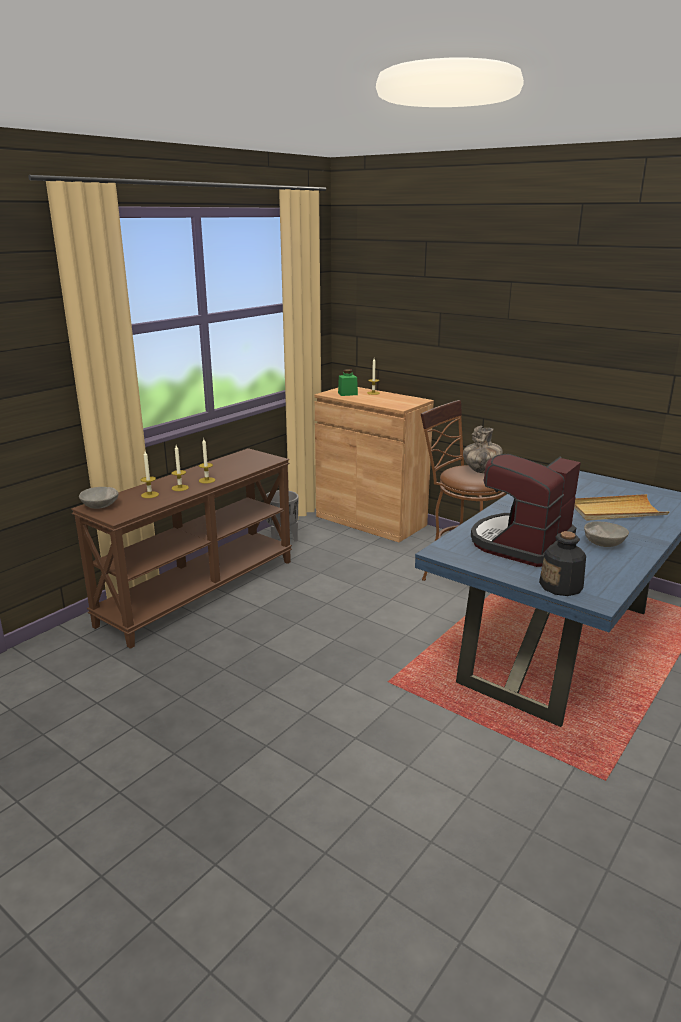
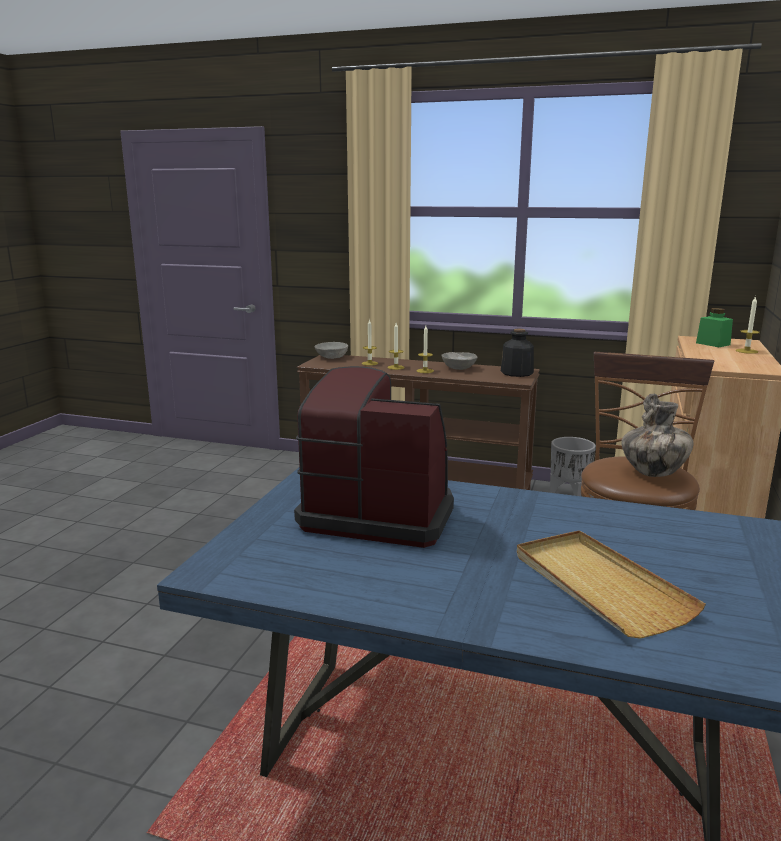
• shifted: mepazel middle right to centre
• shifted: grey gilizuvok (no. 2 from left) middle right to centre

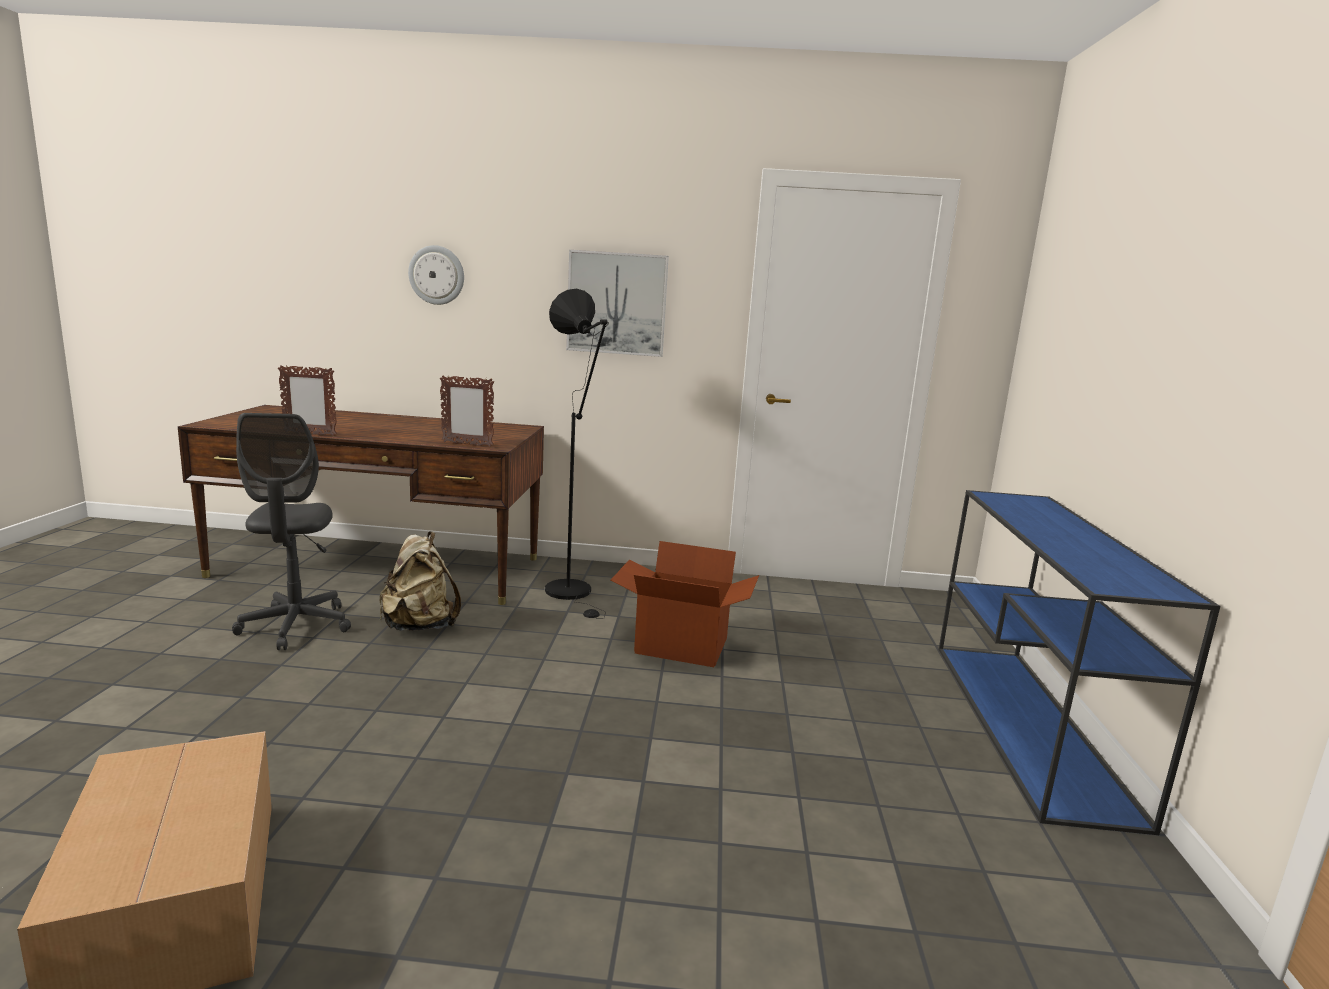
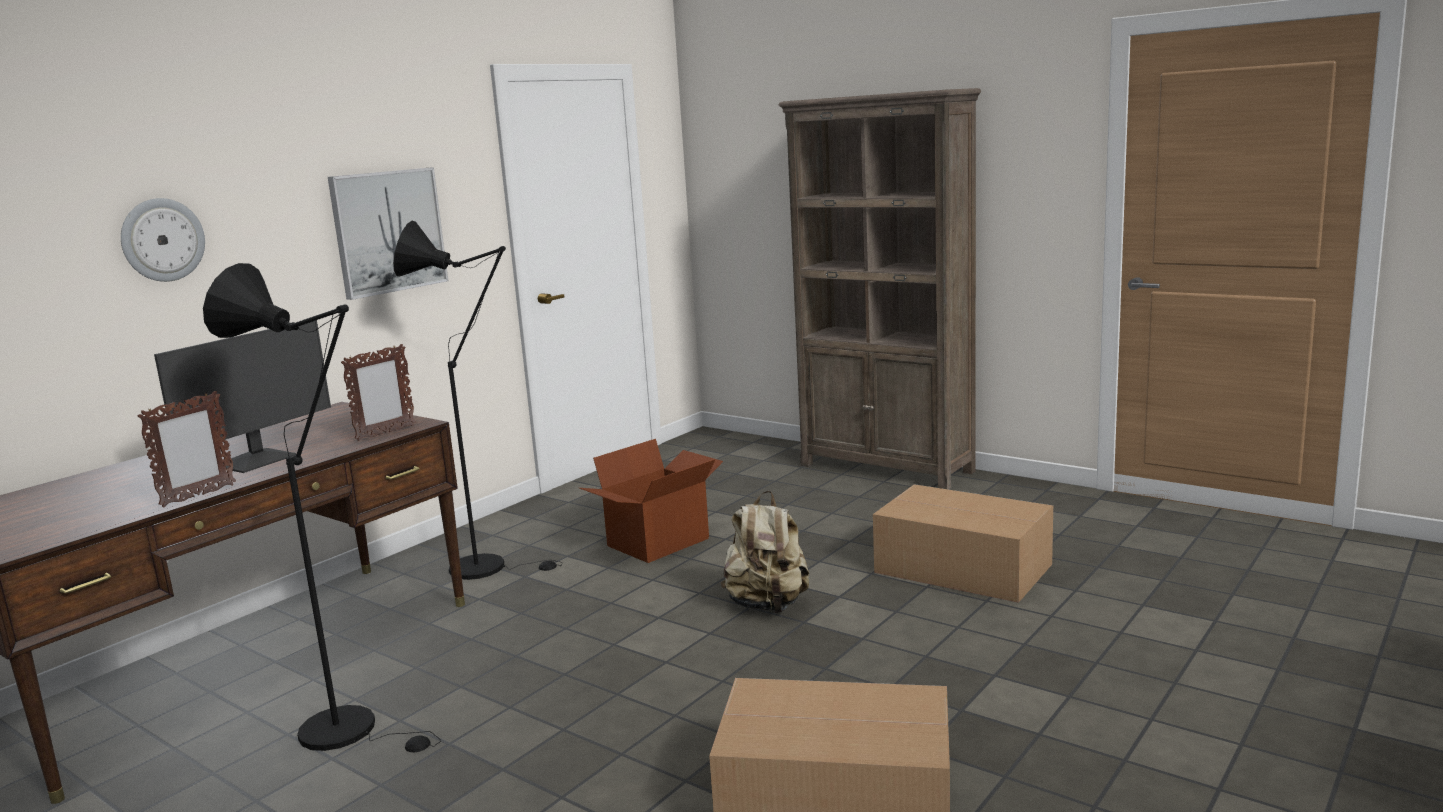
• new: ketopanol middle left
• new: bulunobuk (no. 3 from left) bottom right
• shifted: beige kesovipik middle left to bottom centre
• swapped: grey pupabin middle left to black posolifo (no. 1 from left) middle left
• swapped: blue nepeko bottom right to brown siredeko centre

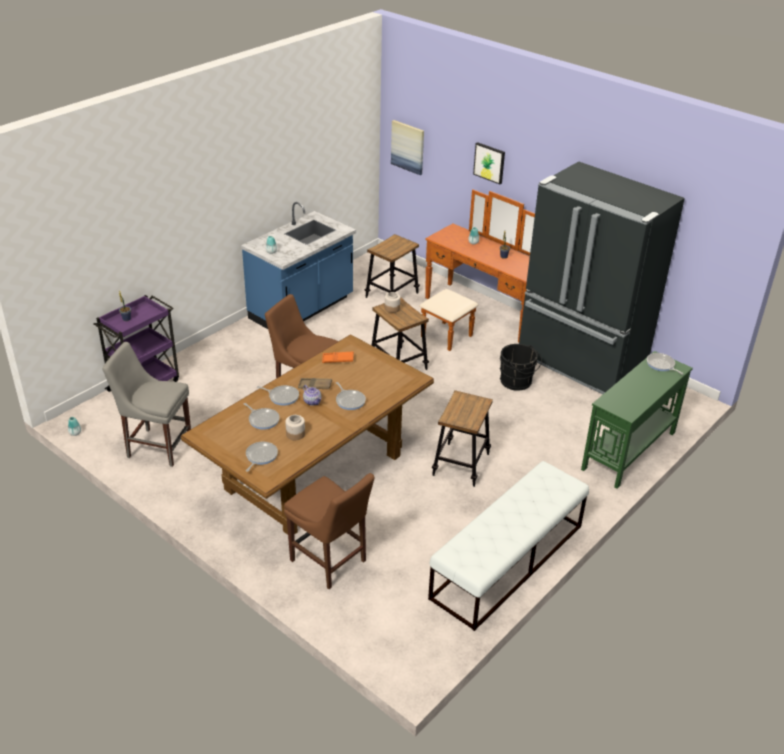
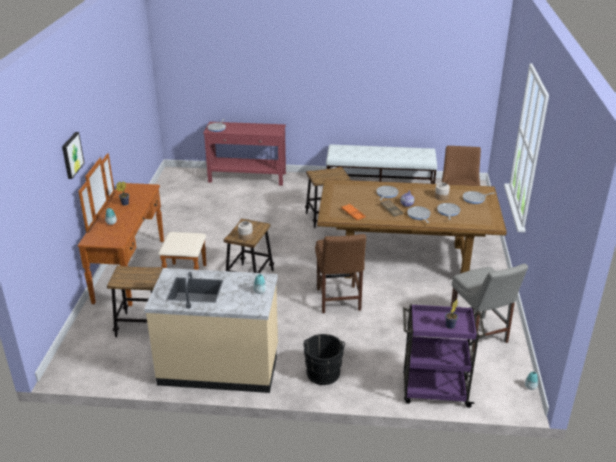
• gone: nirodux (no. 1 from left) top centre
• gone: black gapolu middle right
• shifted: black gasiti centre to bottom centre
• repainted: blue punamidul centre to beige punamidul bottom centre
• repainted: green nepeko middle right to red nepeko centre

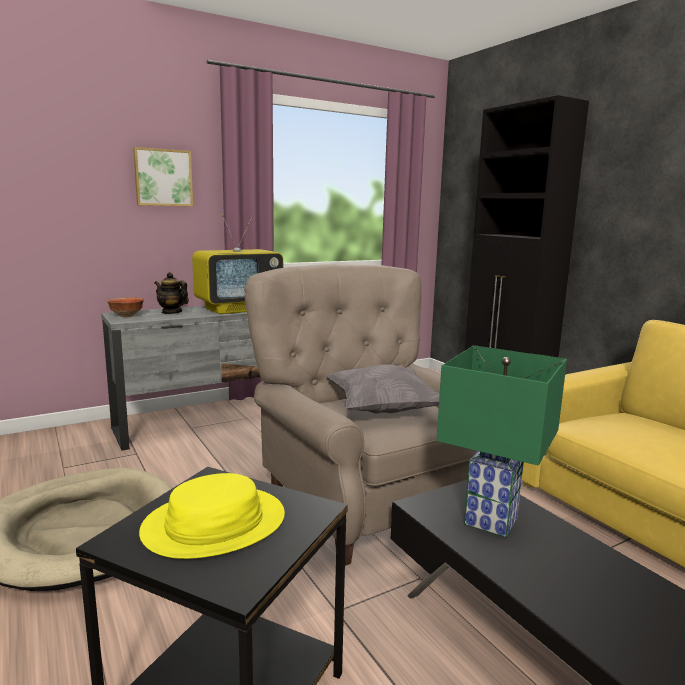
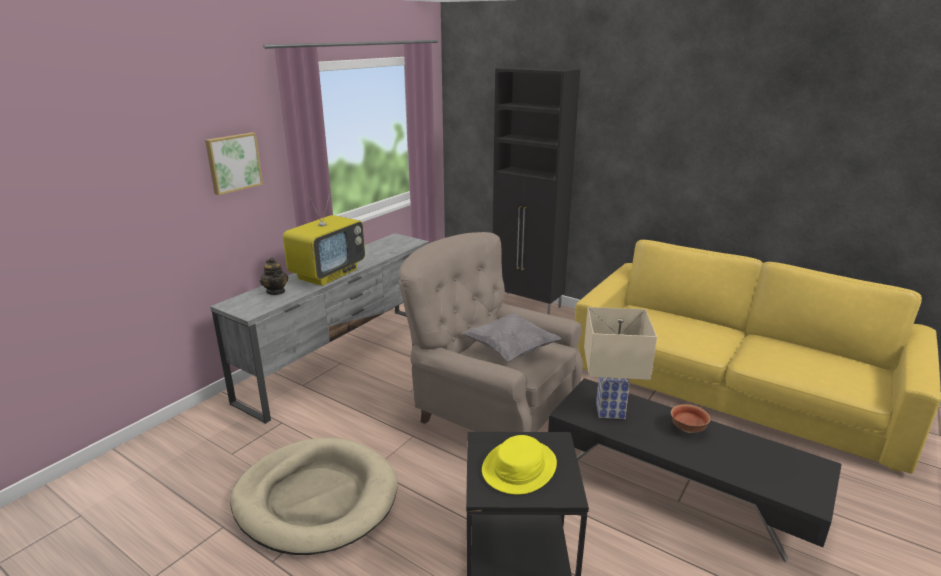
• shifted: gilizuvok middle left to bottom right
• repainted: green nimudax middle right to beige nimudax centre
• rotated: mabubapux middle left = middle left 120 degrees counterclockwise

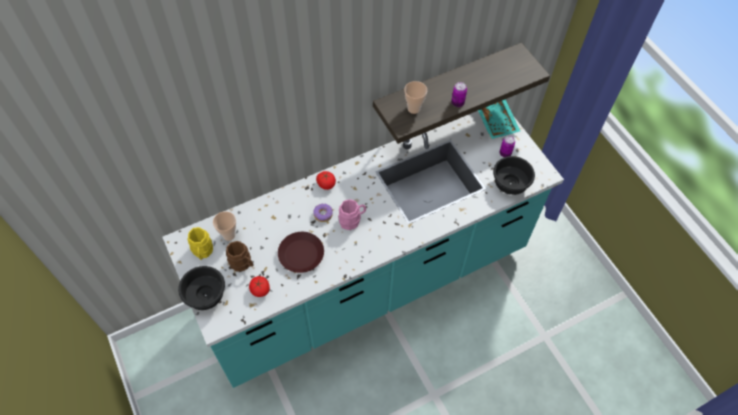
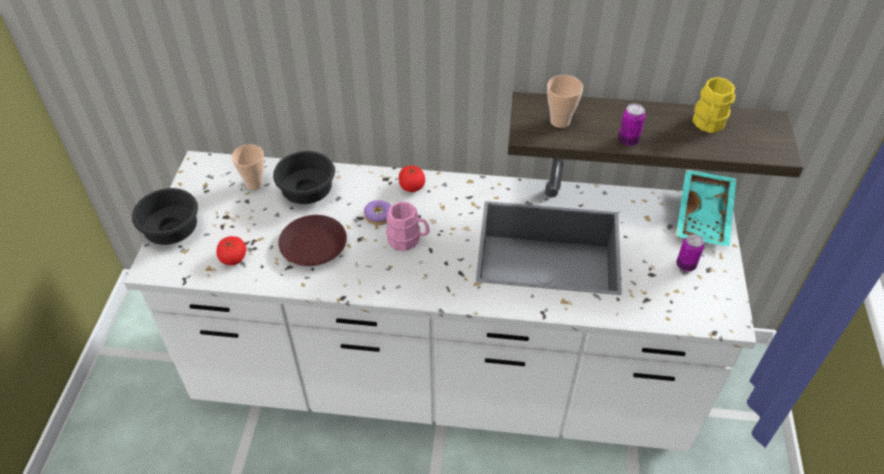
• gone: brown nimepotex middle left
• shifted: yellow nimepotex middle left to top right
• shifted: black gilizuvok (no. 2 from left) middle right to centre
• repainted: turquoise punamidul centre to white punamidul centre

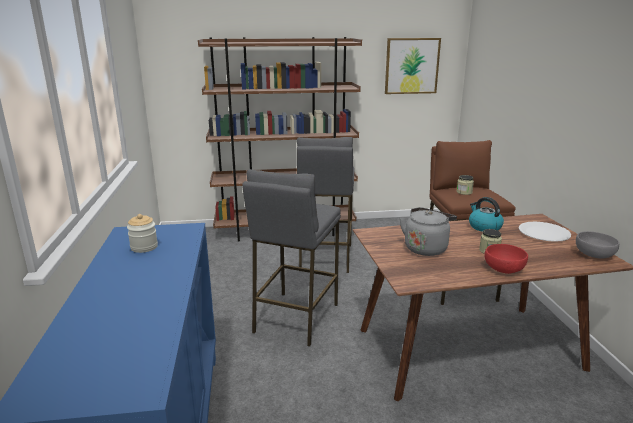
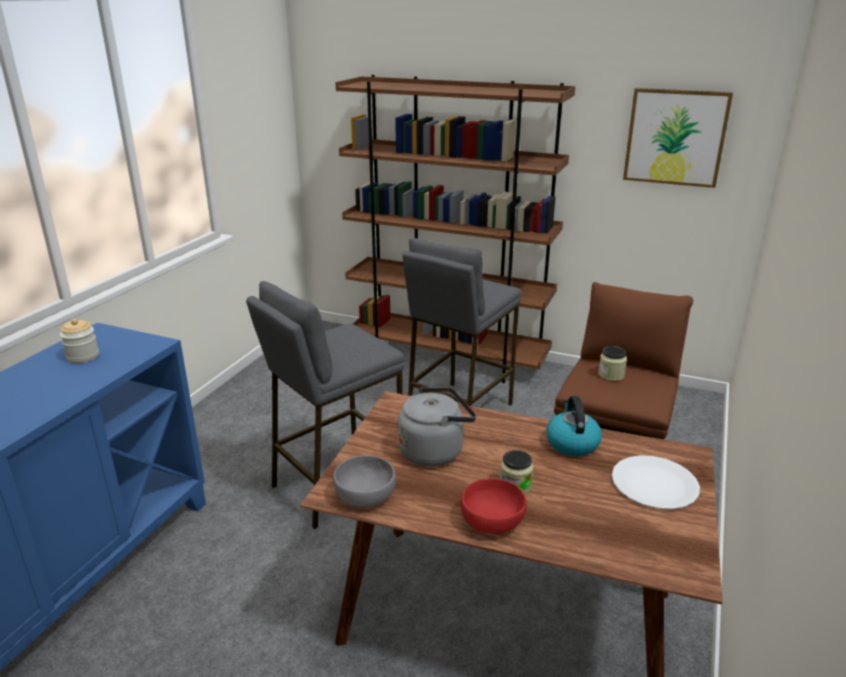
• shifted: grey gilizuvok middle right to bottom centre

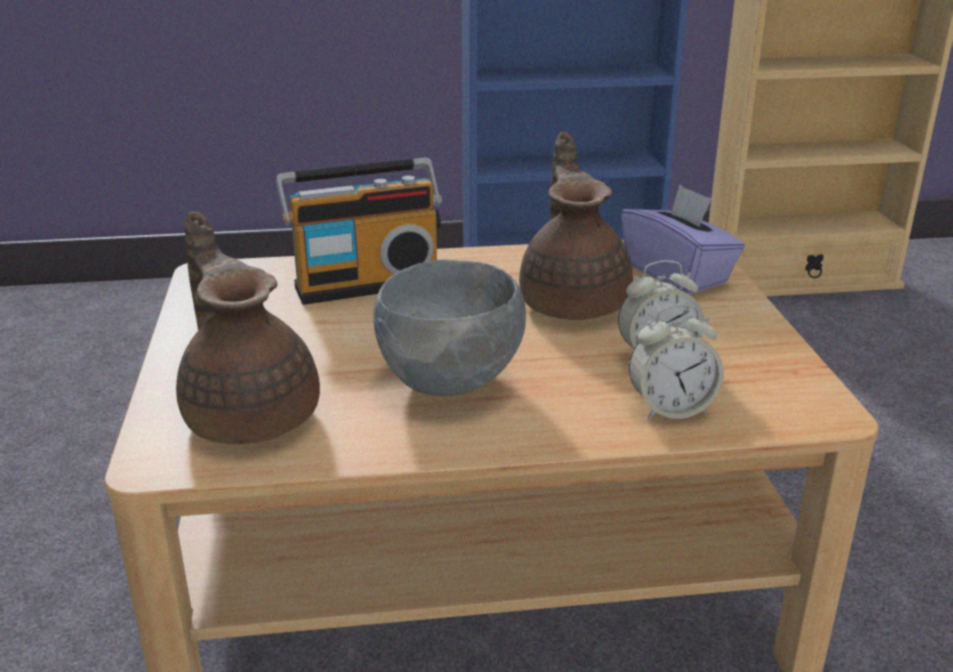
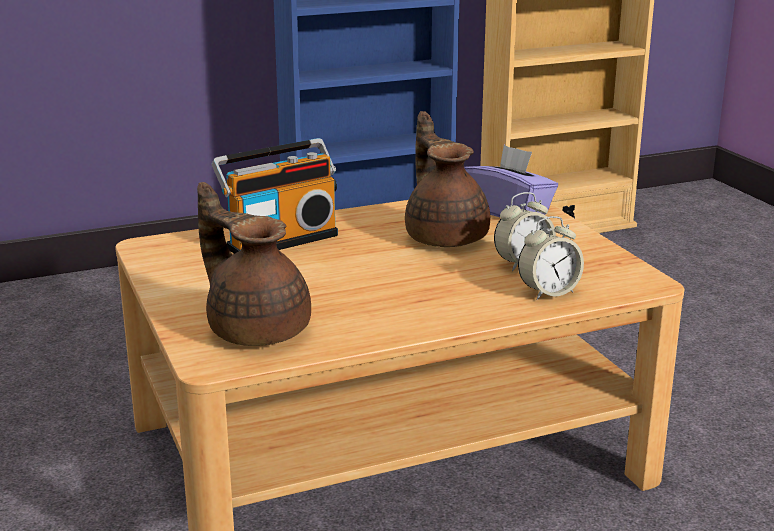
• gone: grey gilizuvok centre

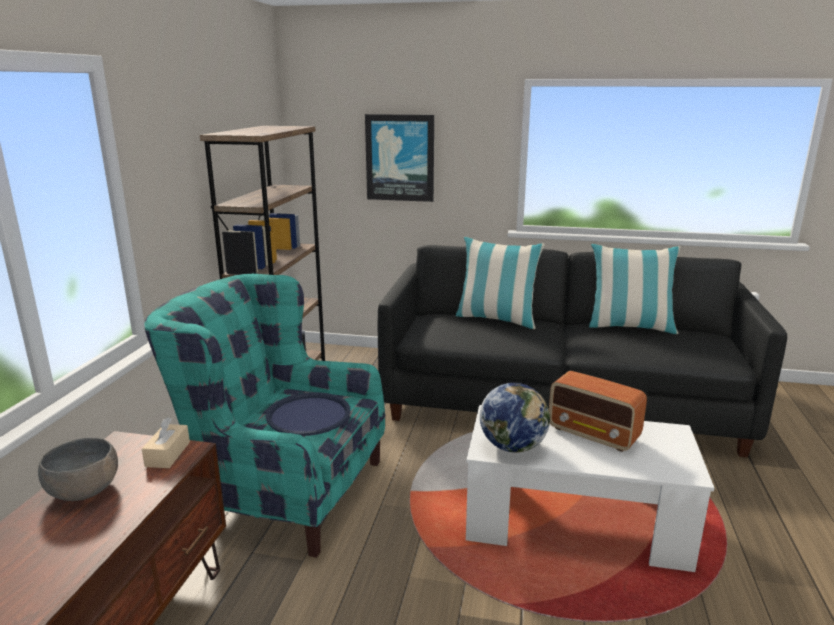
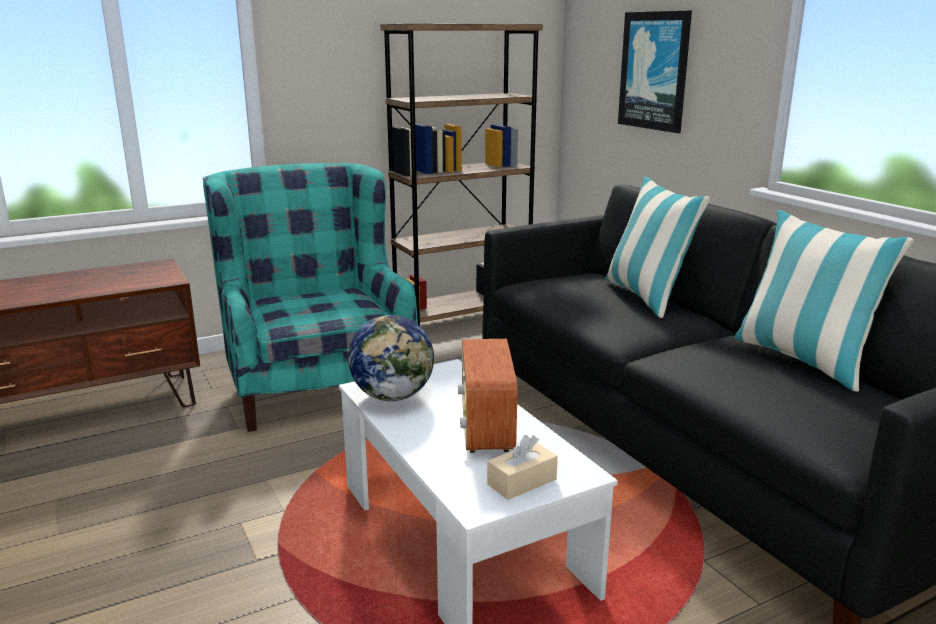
• gone: grey gilizuvok bottom left
• gone: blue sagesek centre
• shifted: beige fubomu bottom left to bottom centre

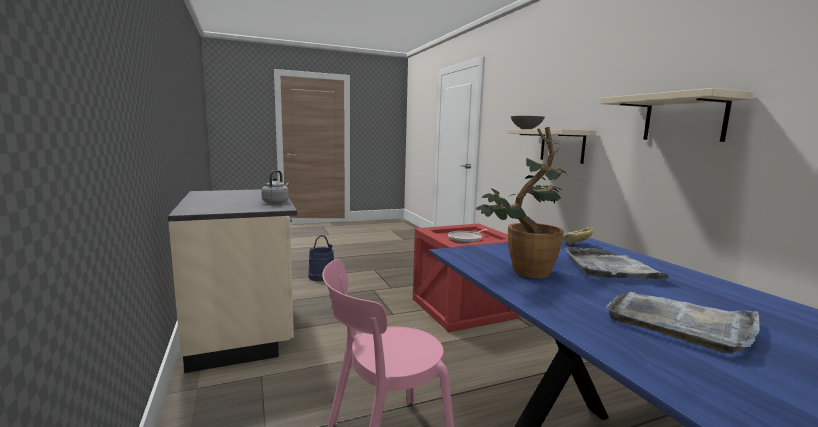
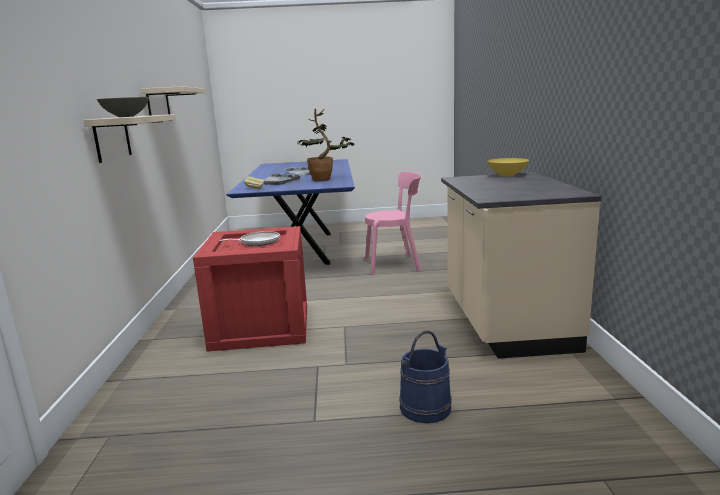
• gone: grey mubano centre
• new: yellow gilizuvok middle right

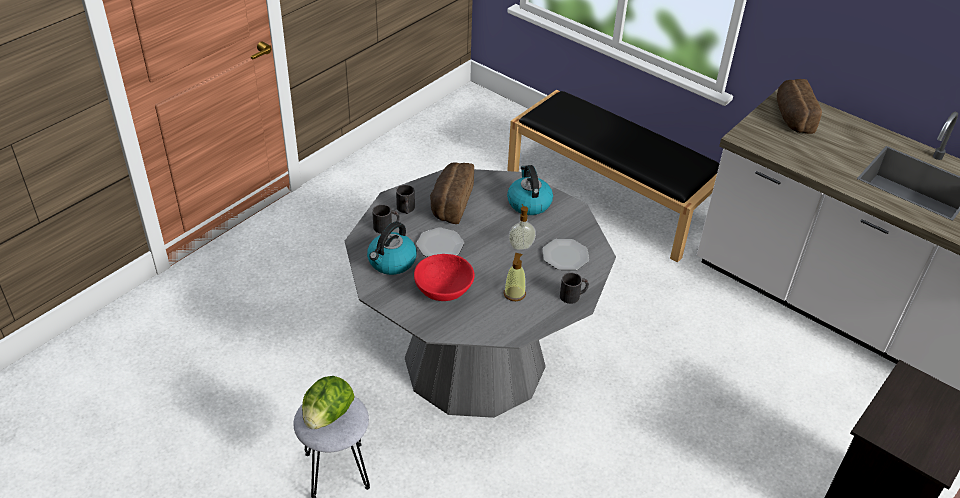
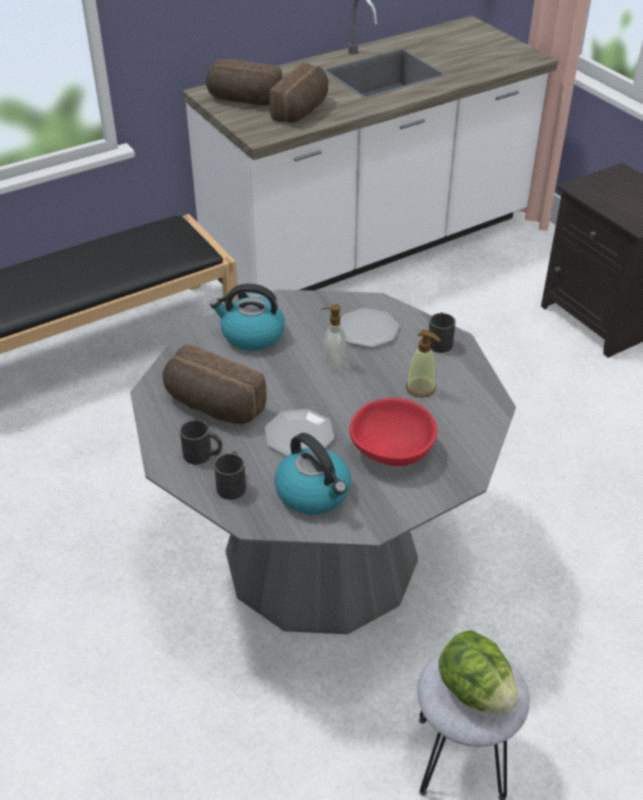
• new: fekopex (no. 3 from left) top centre

